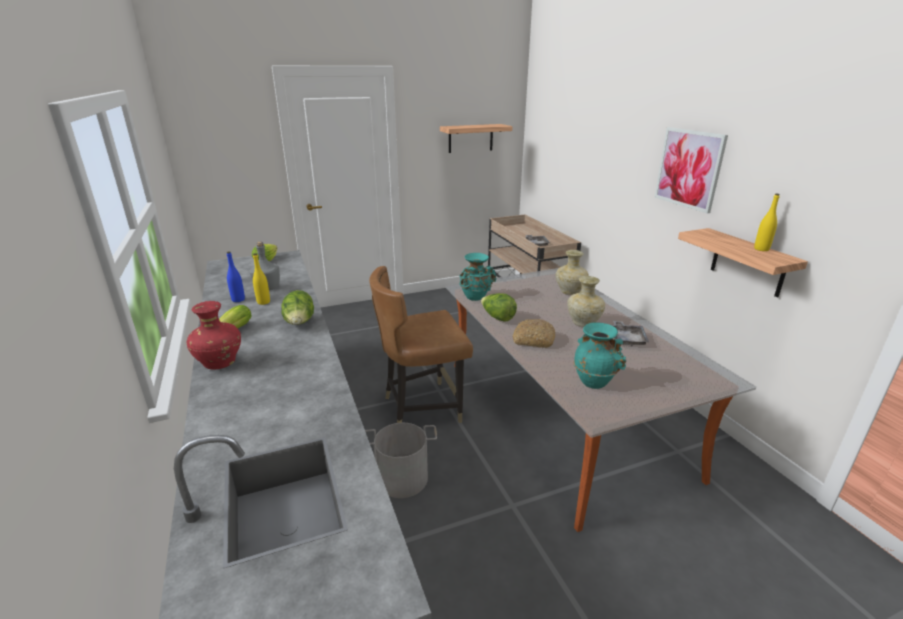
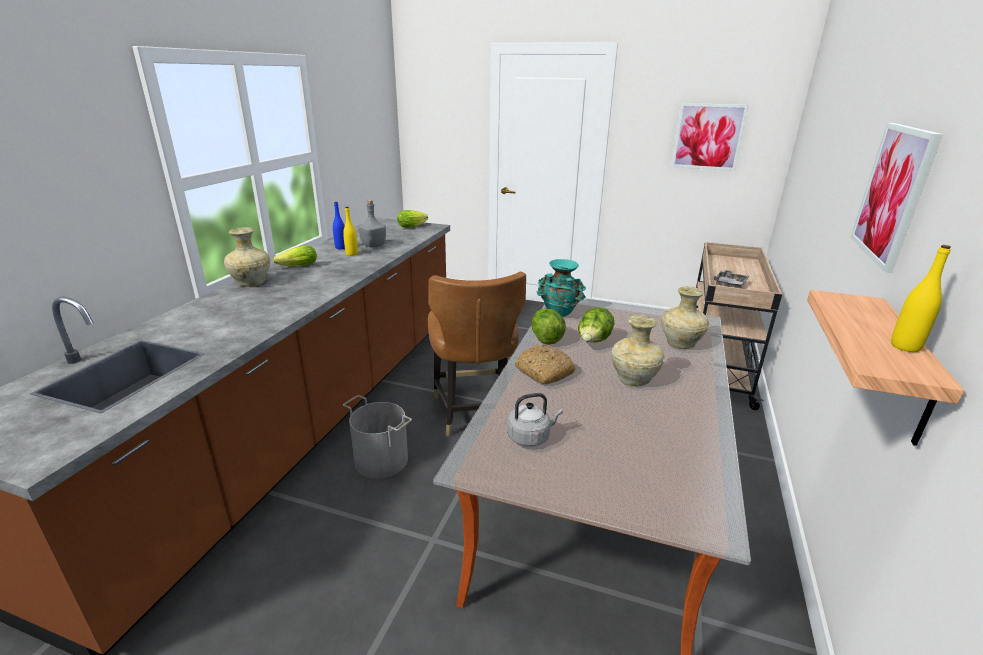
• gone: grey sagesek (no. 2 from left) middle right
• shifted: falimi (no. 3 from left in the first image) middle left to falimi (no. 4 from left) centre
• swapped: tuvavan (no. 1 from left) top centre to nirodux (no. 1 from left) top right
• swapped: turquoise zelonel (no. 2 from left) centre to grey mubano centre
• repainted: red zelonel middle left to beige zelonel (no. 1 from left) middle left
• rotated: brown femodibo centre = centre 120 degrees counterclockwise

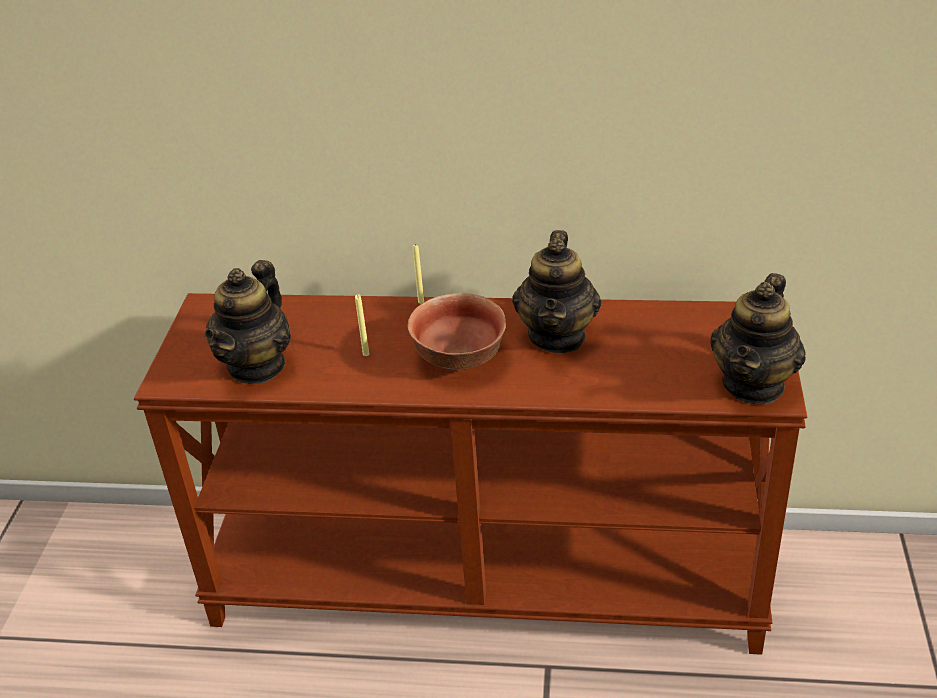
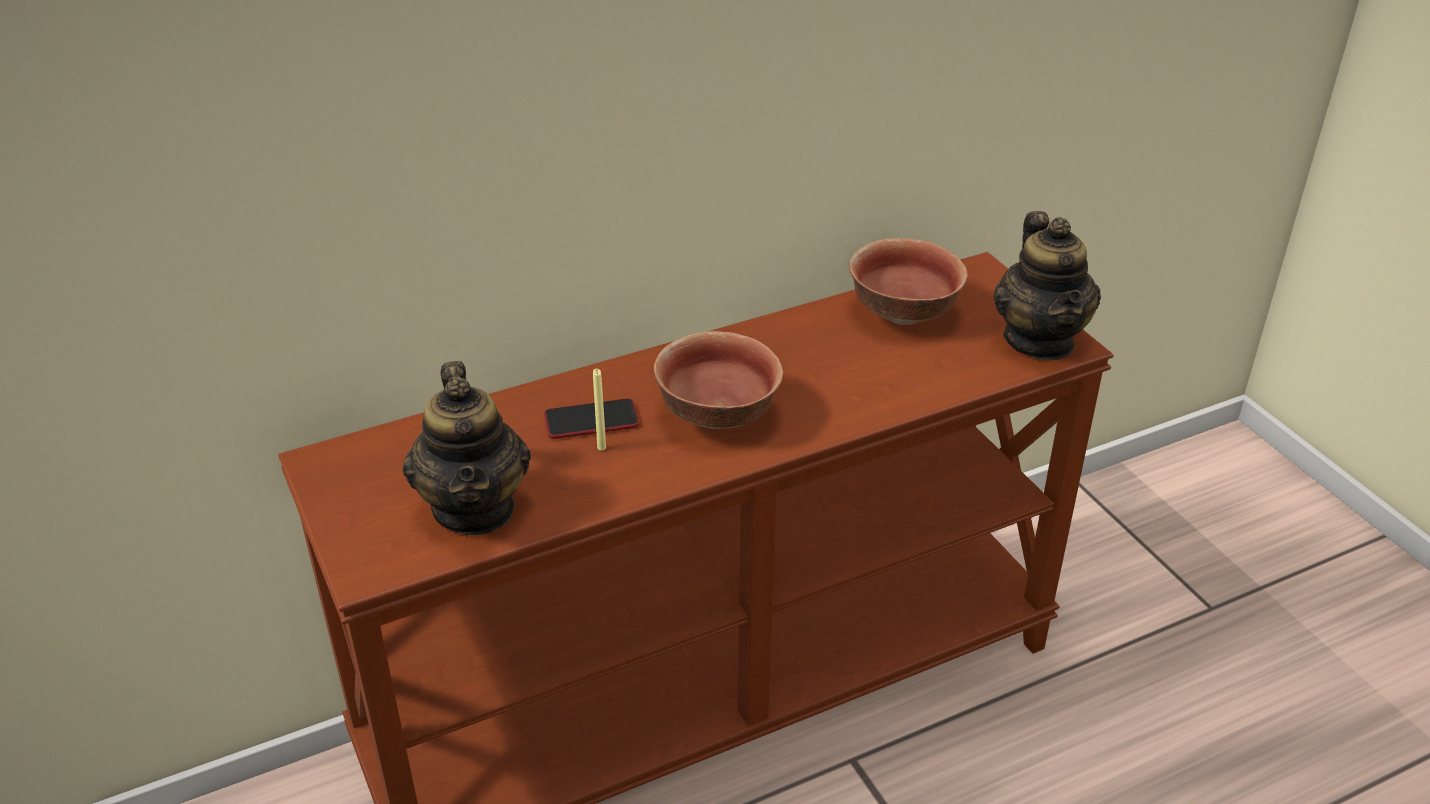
• gone: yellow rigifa (no. 2 from left) centre
• gone: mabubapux (no. 2 from left) centre
• new: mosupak centre
• new: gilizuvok (no. 2 from left) centre

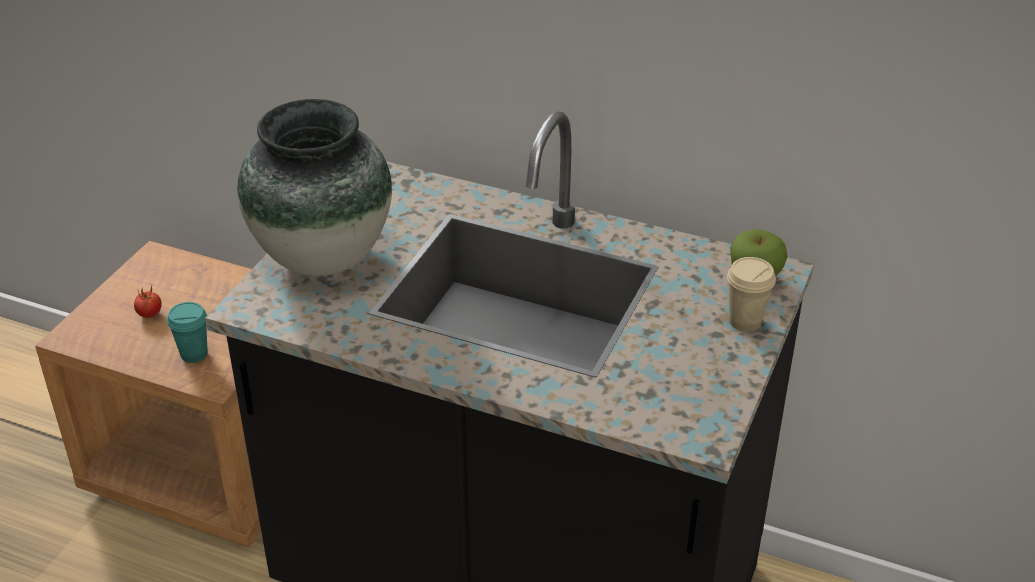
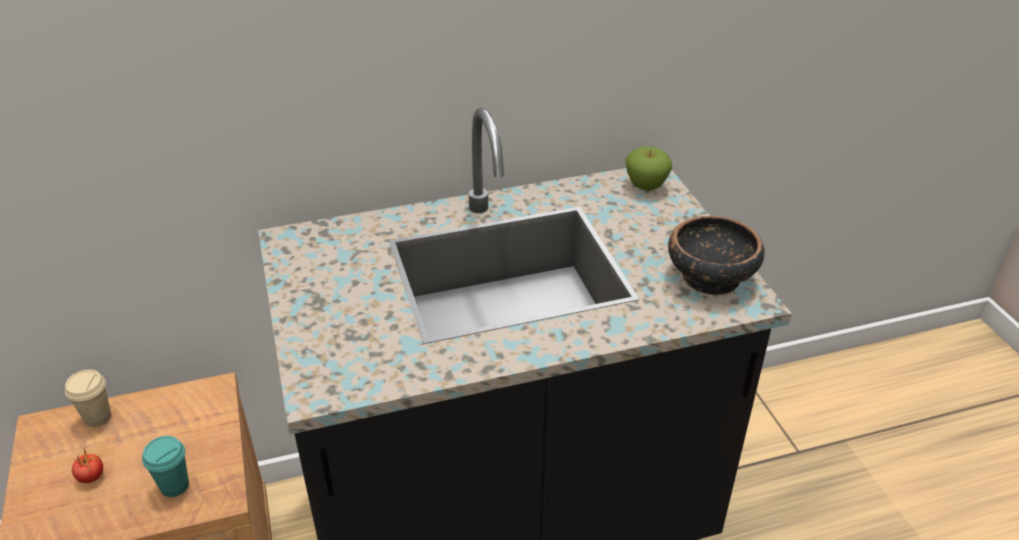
• gone: zelonel top left
• new: gilizuvok middle right
• shifted: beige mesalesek middle right to bottom left

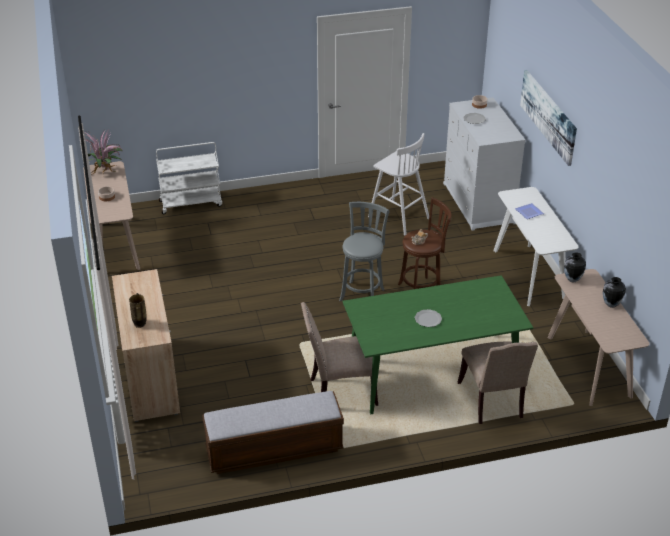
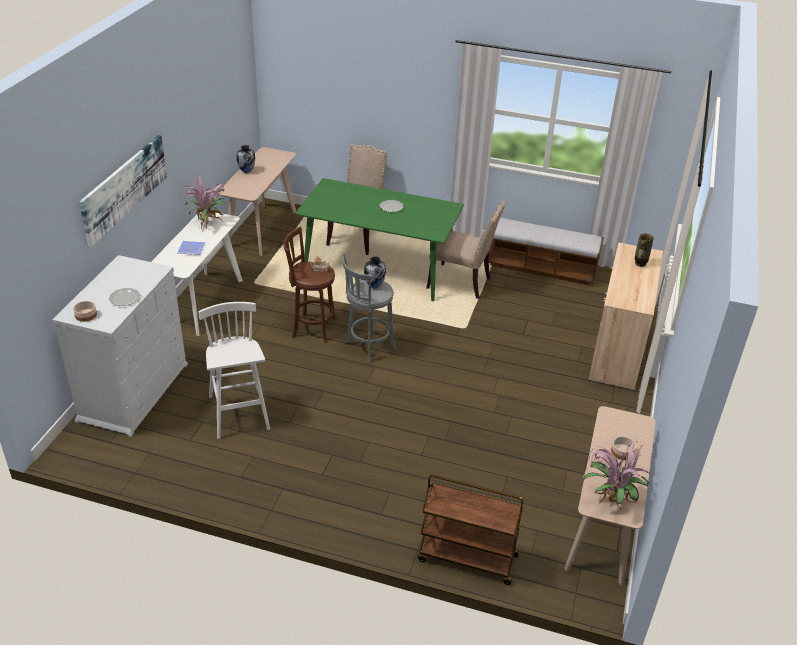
• new: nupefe (no. 1 from left) top left
• shifted: zelonel (no. 2 from left) middle right to centre
• repainted: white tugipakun top left to brown tugipakun bottom centre

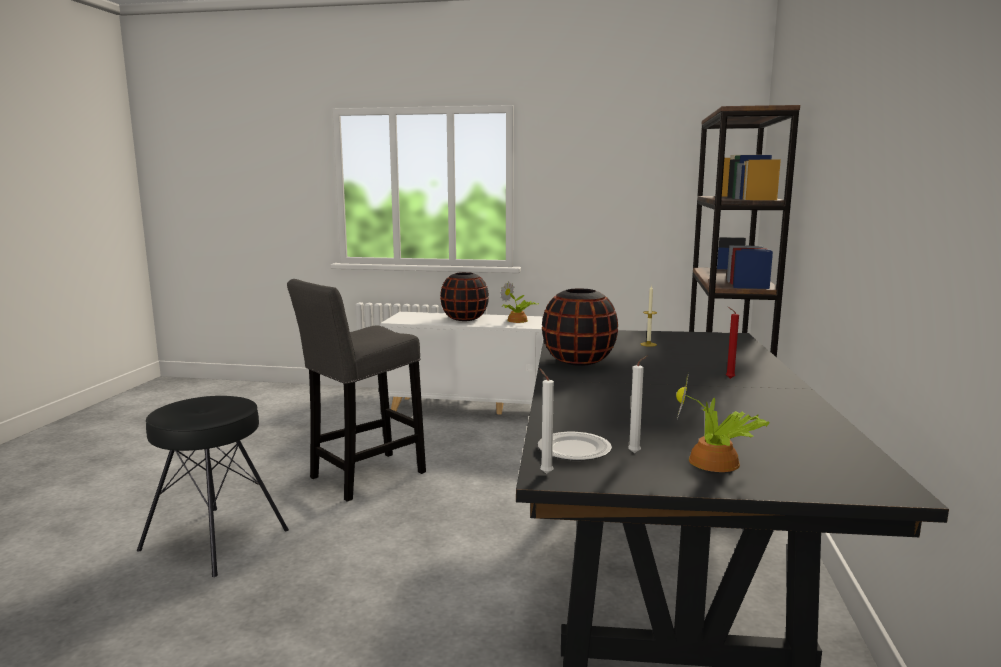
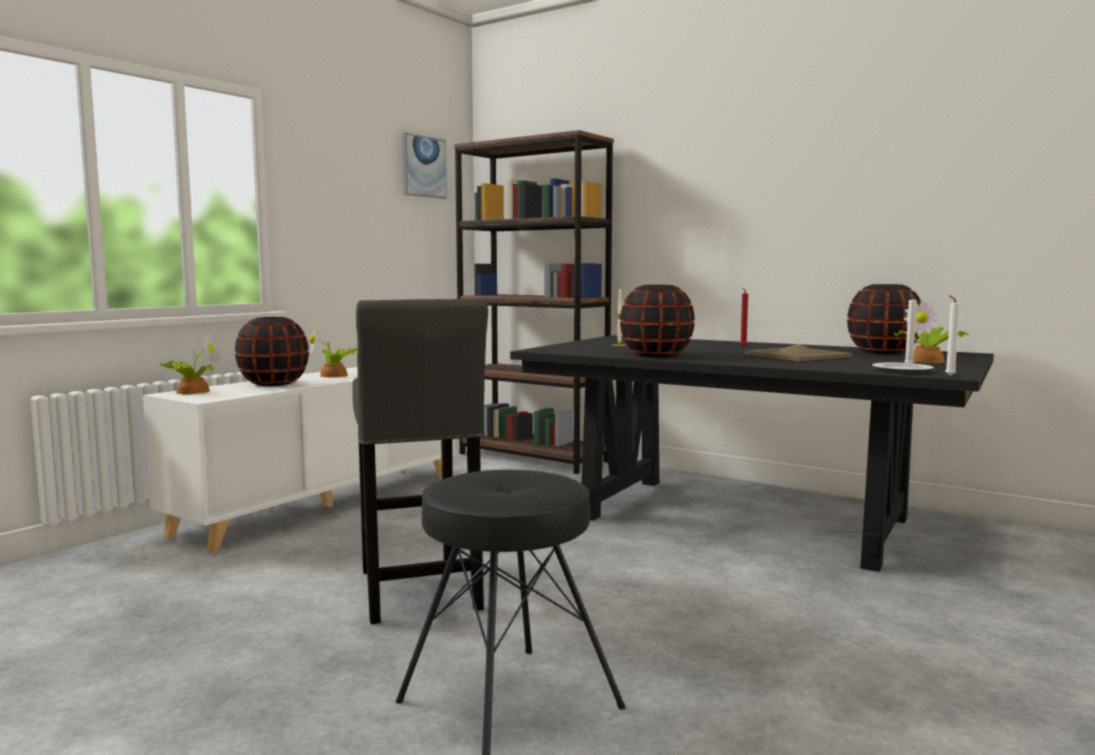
• new: nupefe (no. 1 from left) middle left
• new: nirodux top centre
• new: beige sagesek middle right
• new: black zelonel (no. 3 from left) middle right

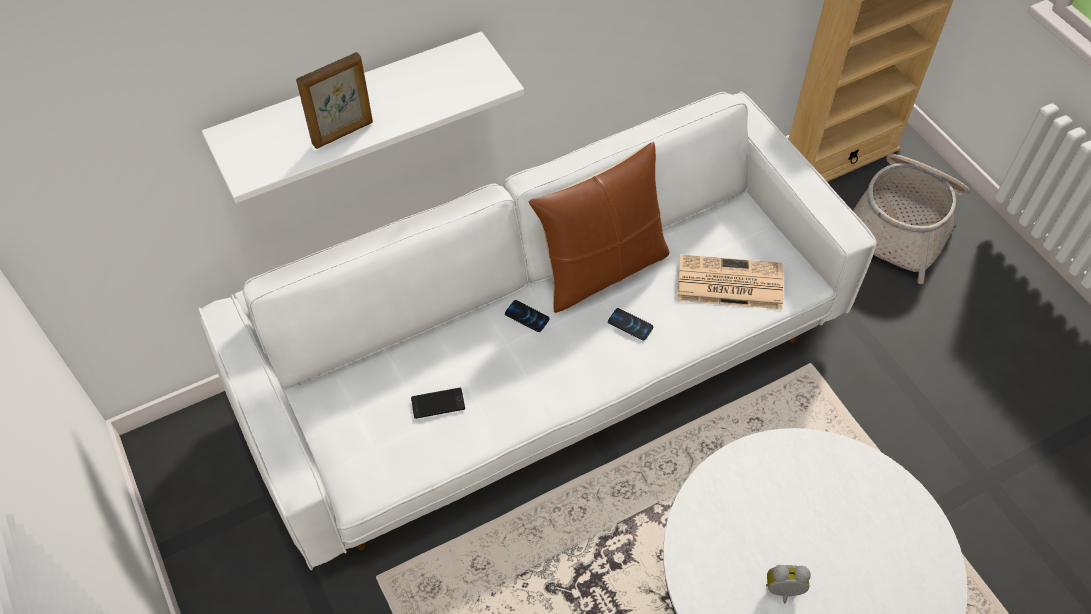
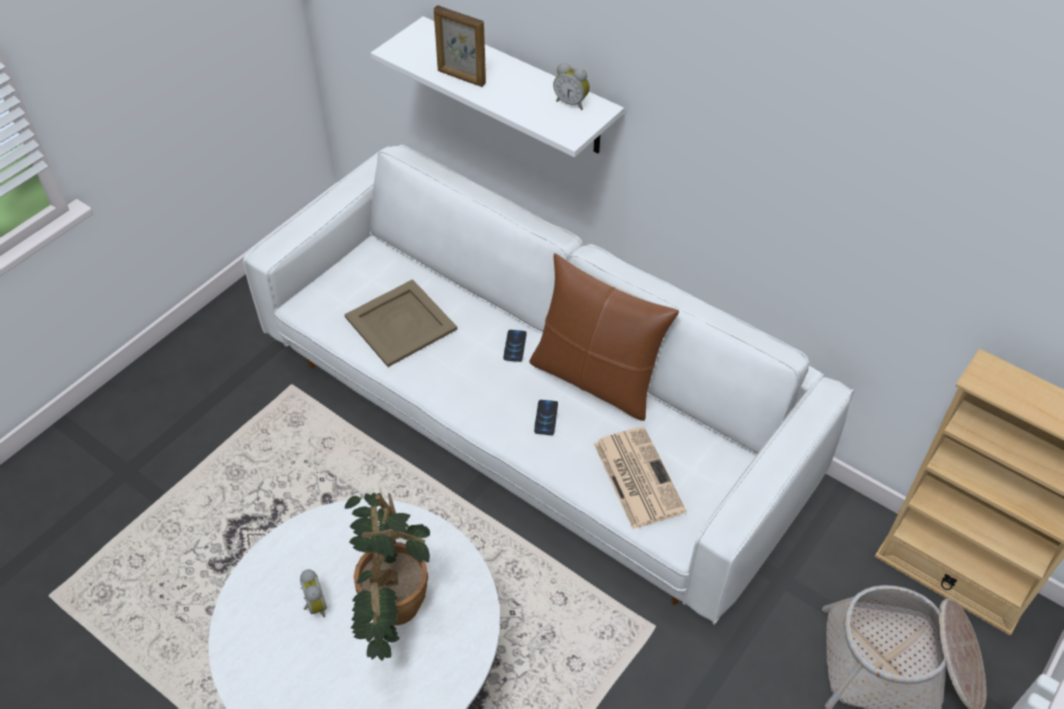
• new: nupefe bottom centre
• new: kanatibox (no. 2 from left) top centre
• swapped: mosupak (no. 1 from left) centre to beige sagesek centre

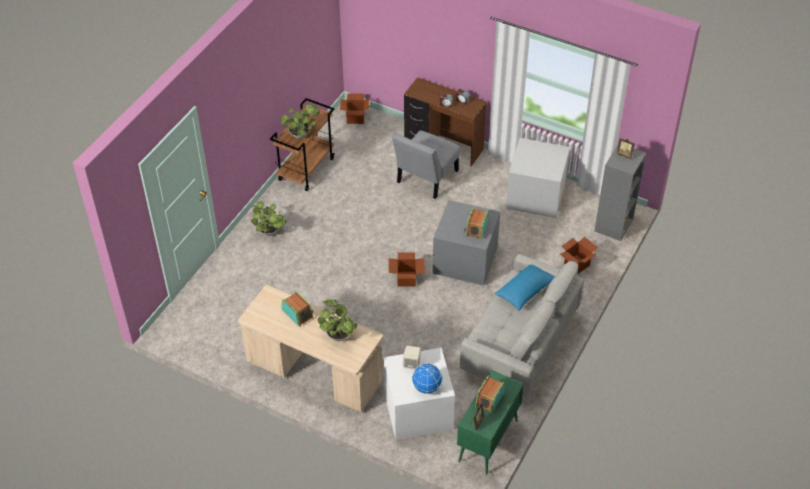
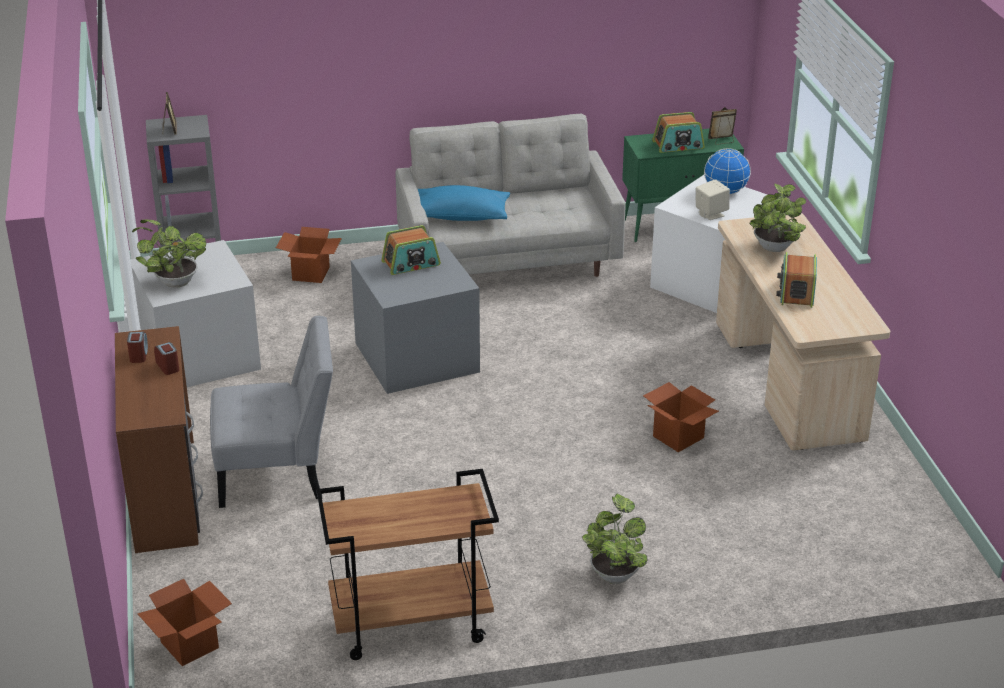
• shifted: nupefe (no. 2 from left in the first image) top centre to nupefe (no. 1 from left) middle left
• shifted: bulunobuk (no. 2 from left in the first image) centre to bulunobuk (no. 3 from left) middle right

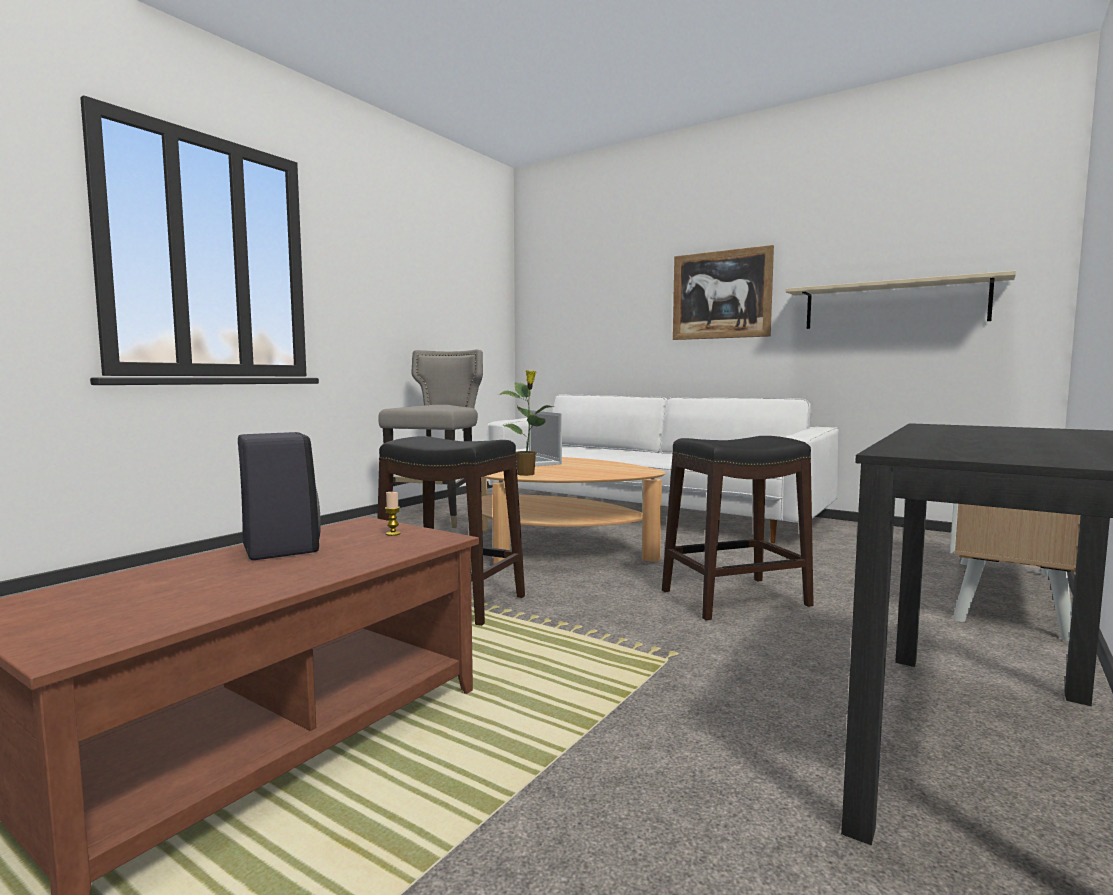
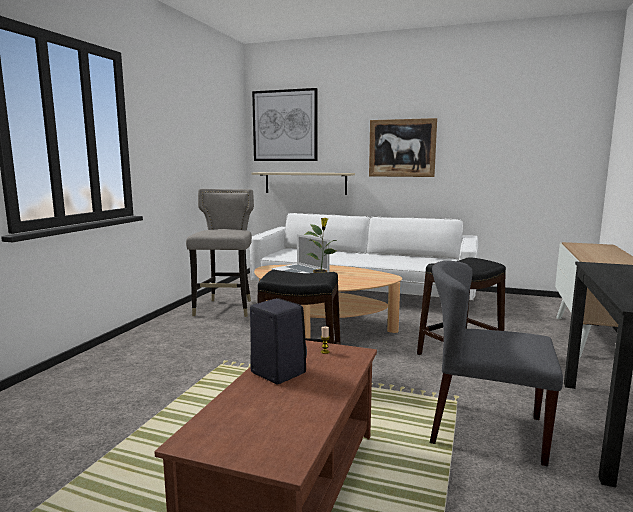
• new: nirodux (no. 1 from left) top centre
• new: grey femodibo bottom right
• shifted: beige tuvavan middle right to centre

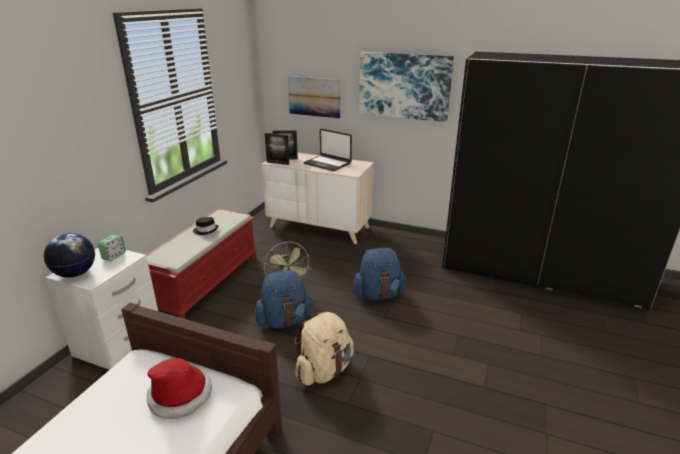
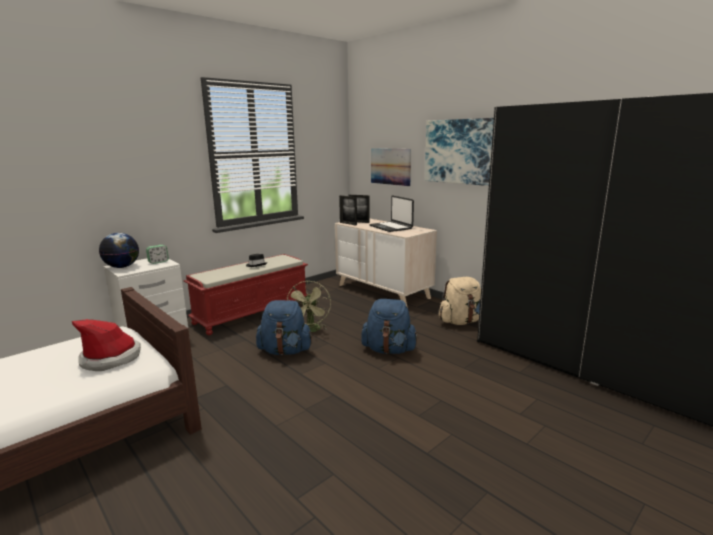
• shifted: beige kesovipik bottom centre to centre

